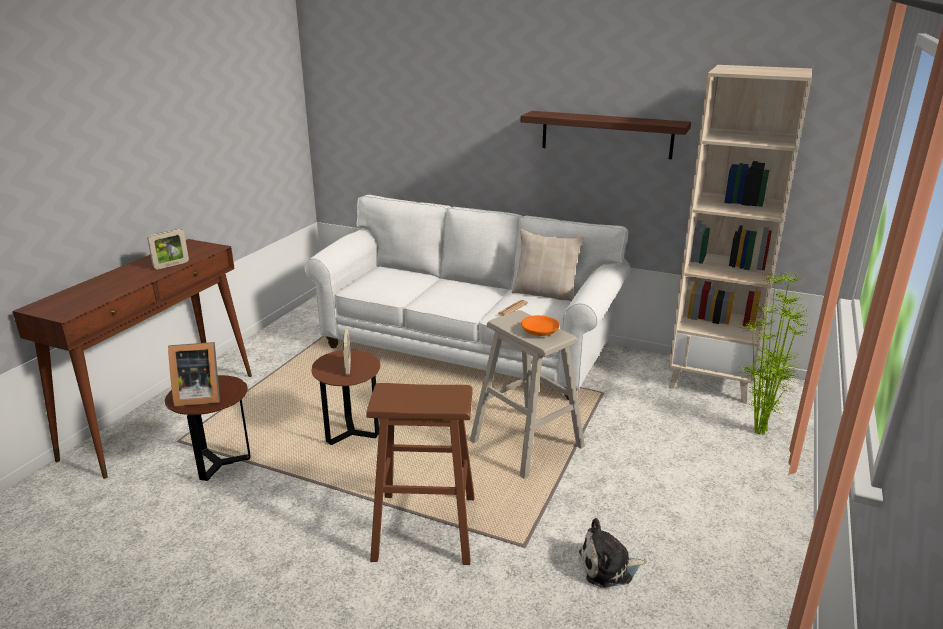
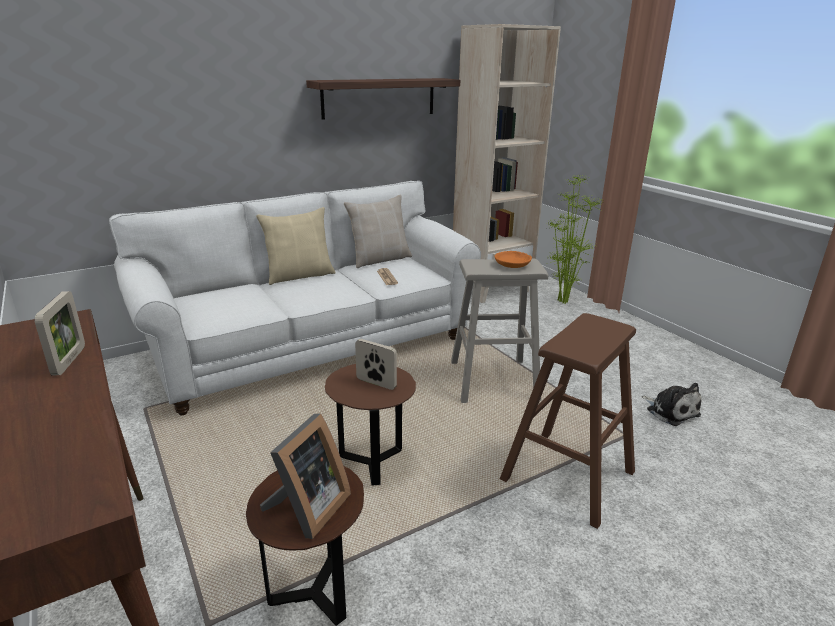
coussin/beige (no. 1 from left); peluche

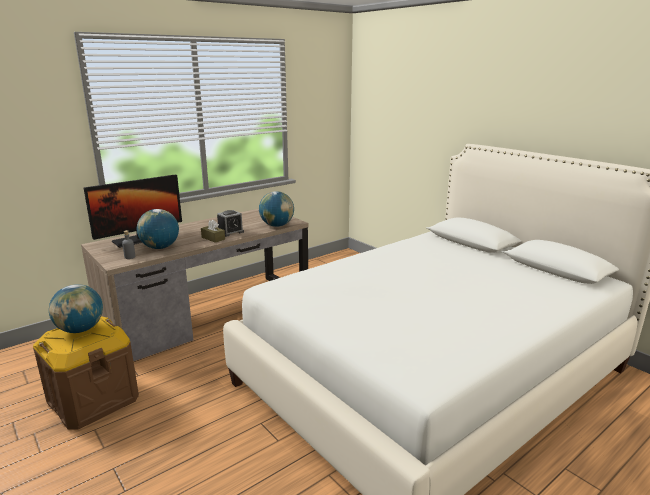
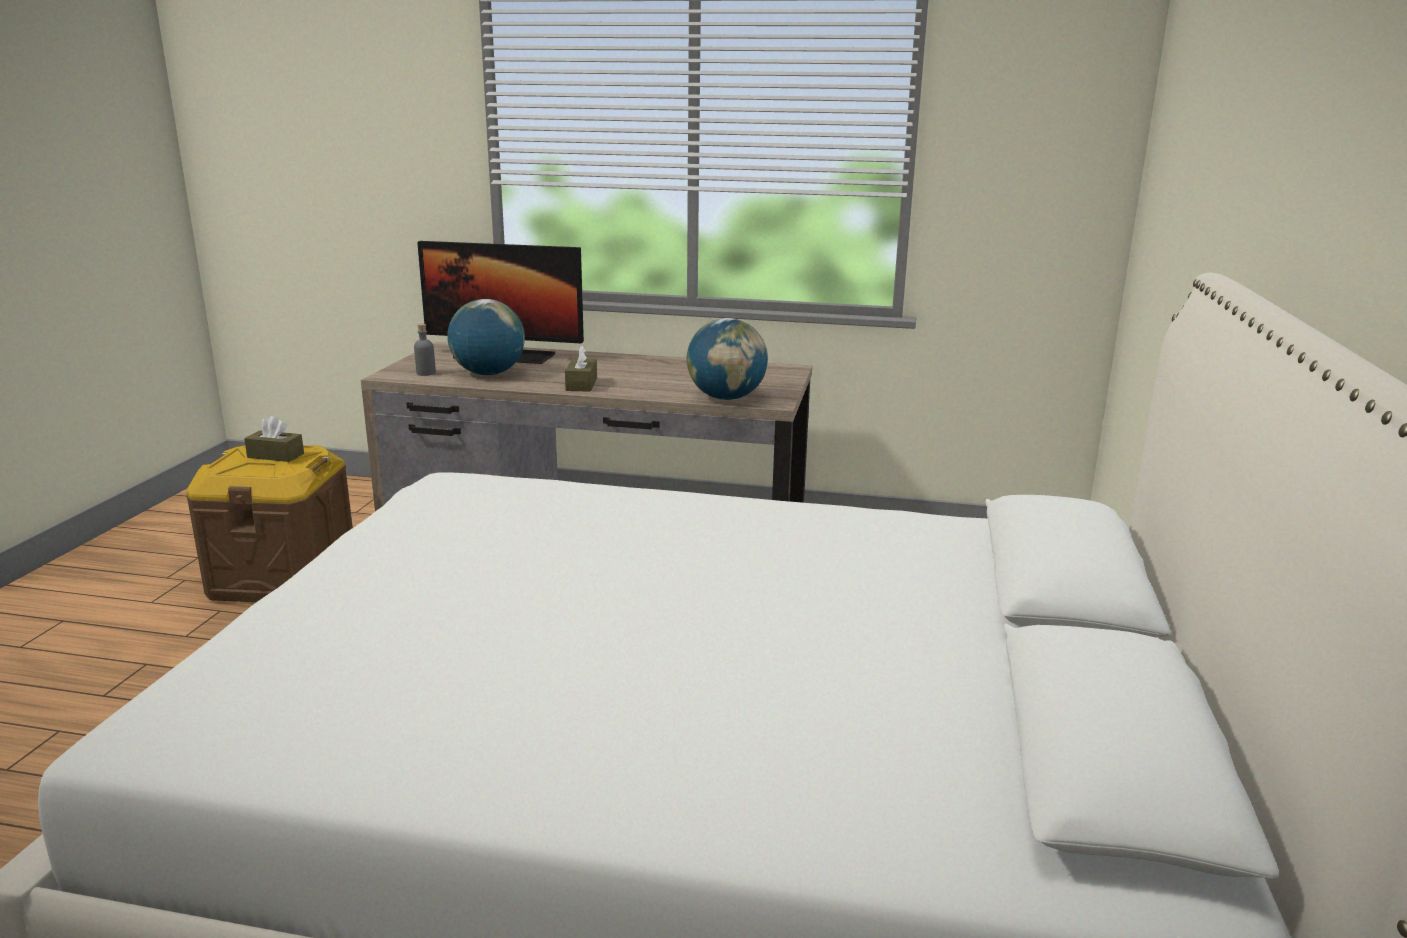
réveil; boîte à mouchoirs/marron (no. 1 from left)

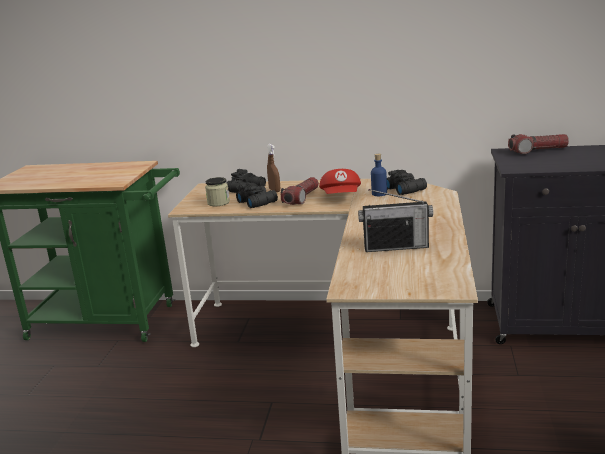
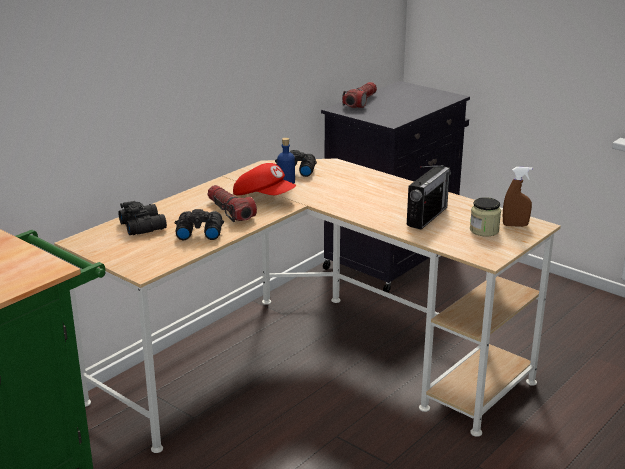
bocal; vaporisateur/marron

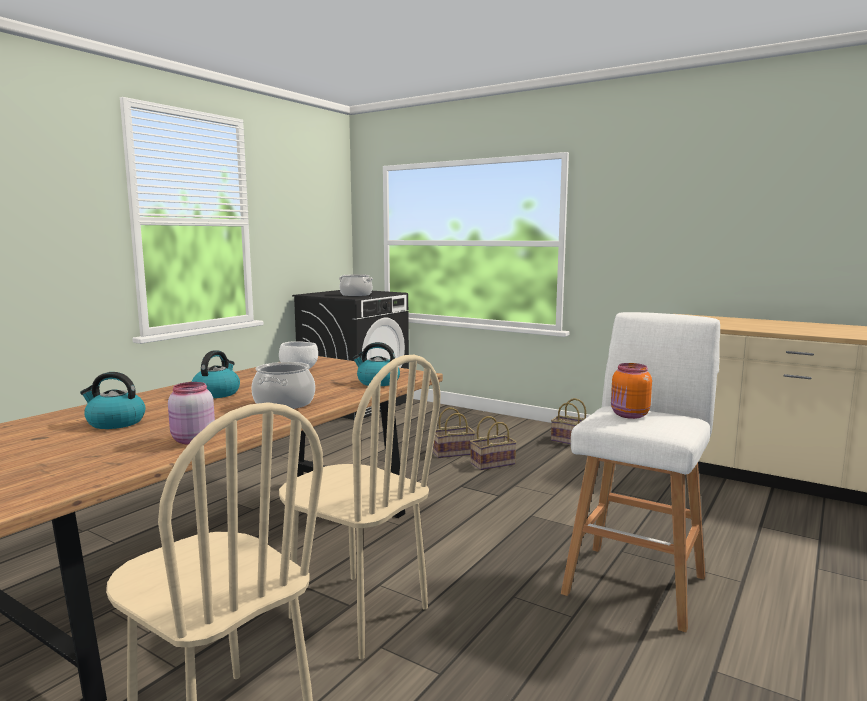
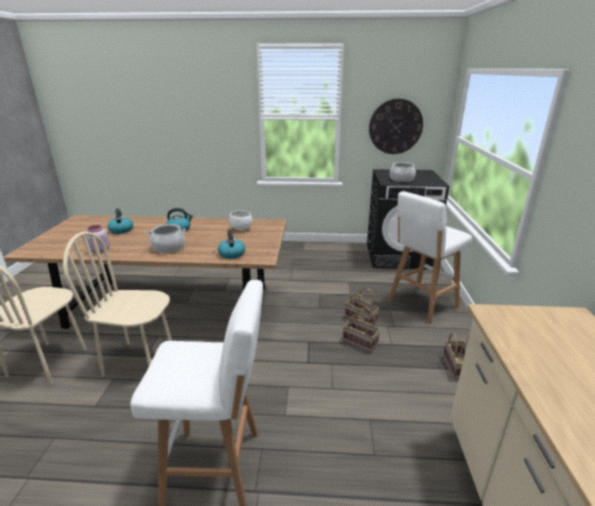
bocal/orange; horloge murale; tabouret/blanc (no. 2 from left); chaise/beige (no. 2 from left)

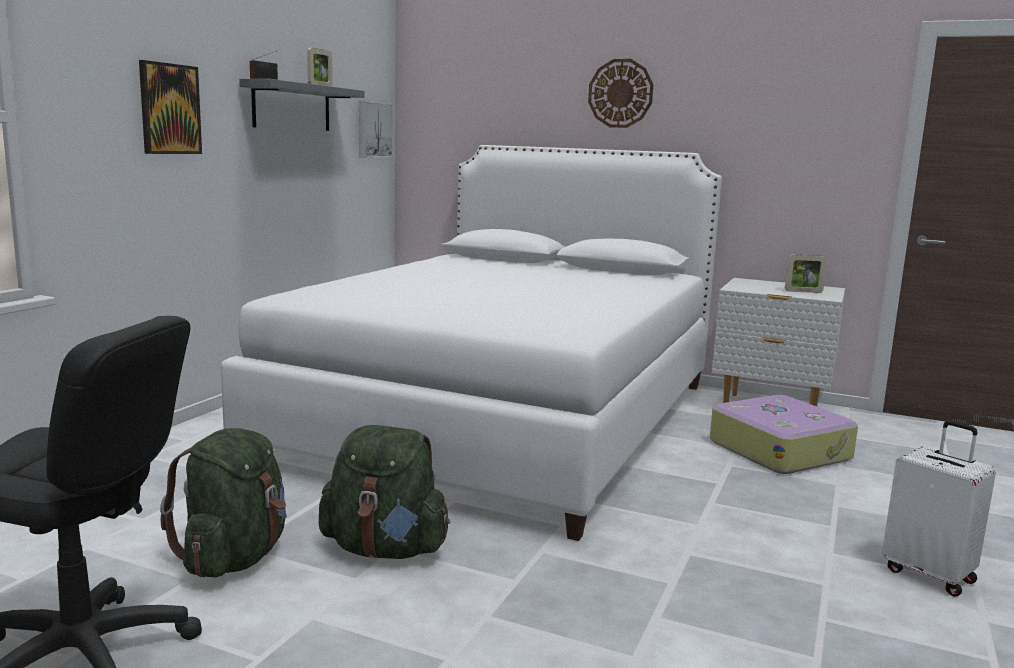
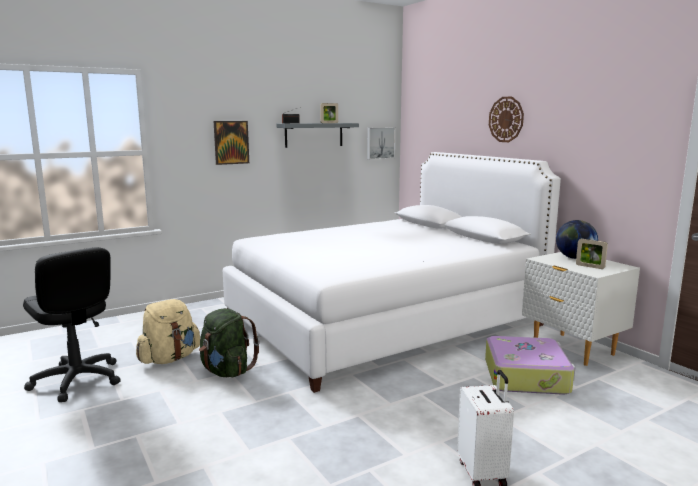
globe; sac à dos/beige

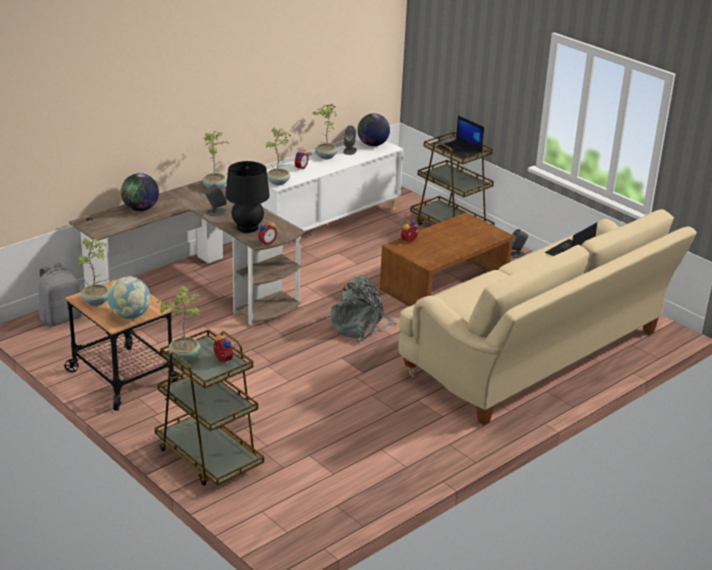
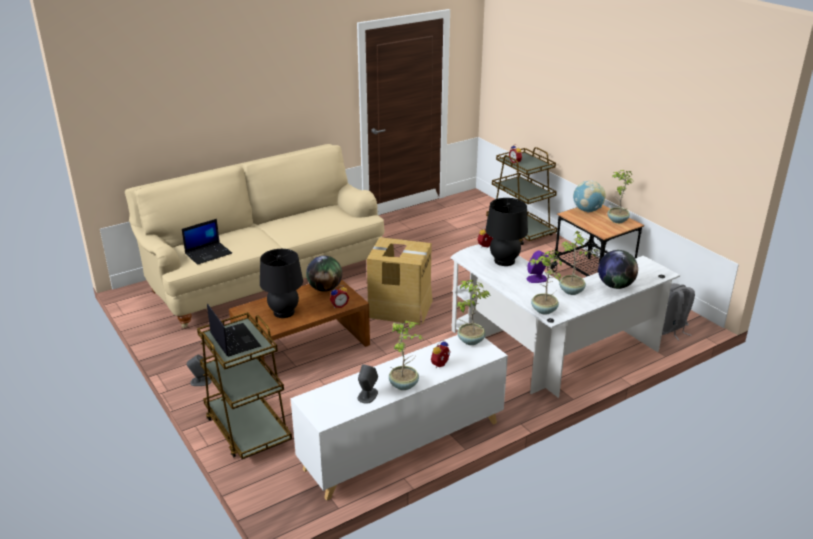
lampe de table/noir (no. 1 from left); plante en pot (no. 4 from left); globe (no. 1 from left); carton; bureau/blanc; enceinte/violet

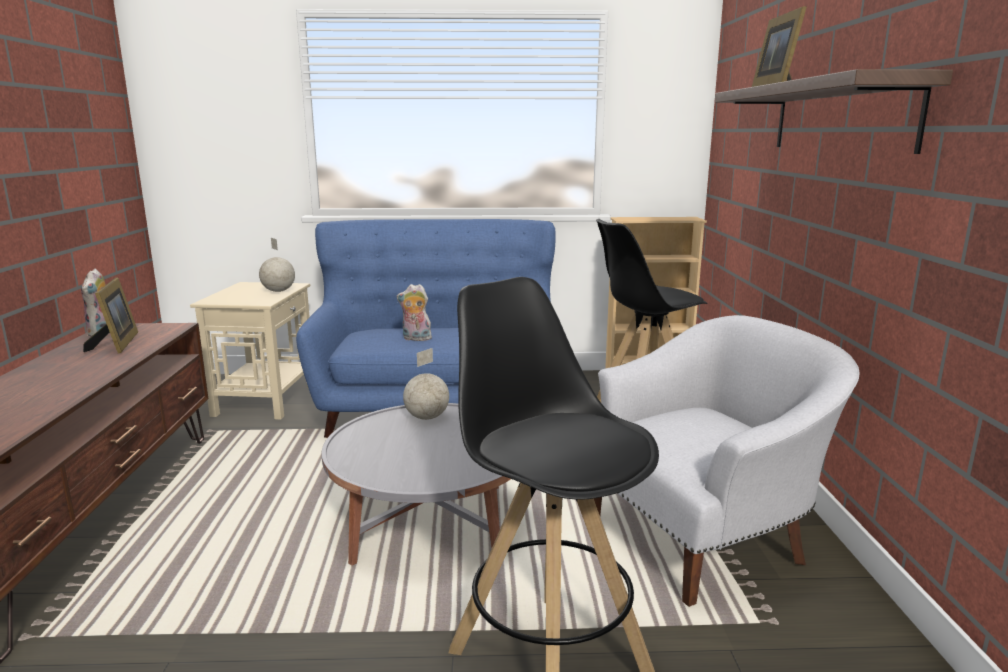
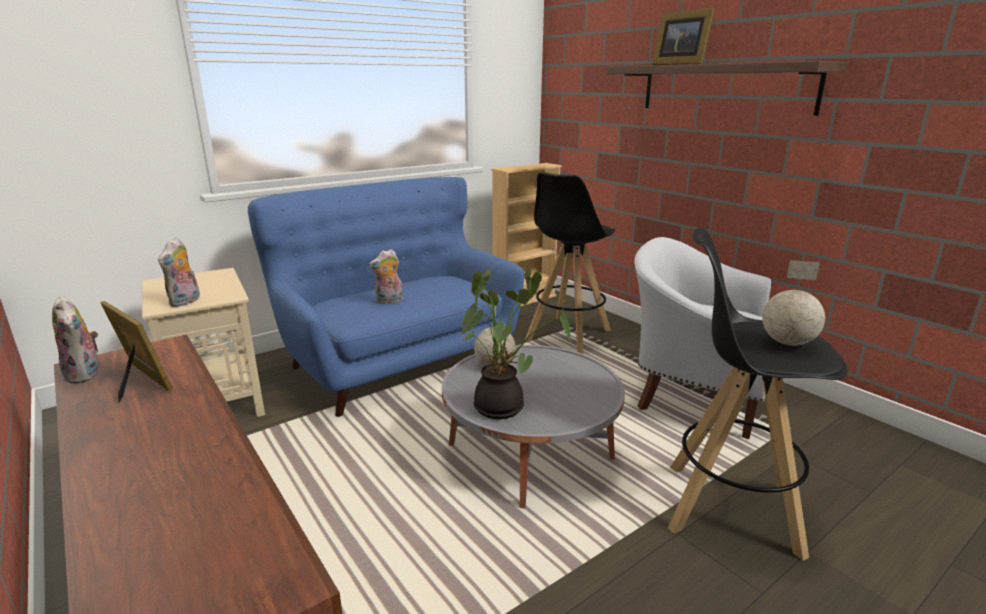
peluche (no. 2 from left); plante en pot; globe (no. 2 from left); fauteuil/blanc

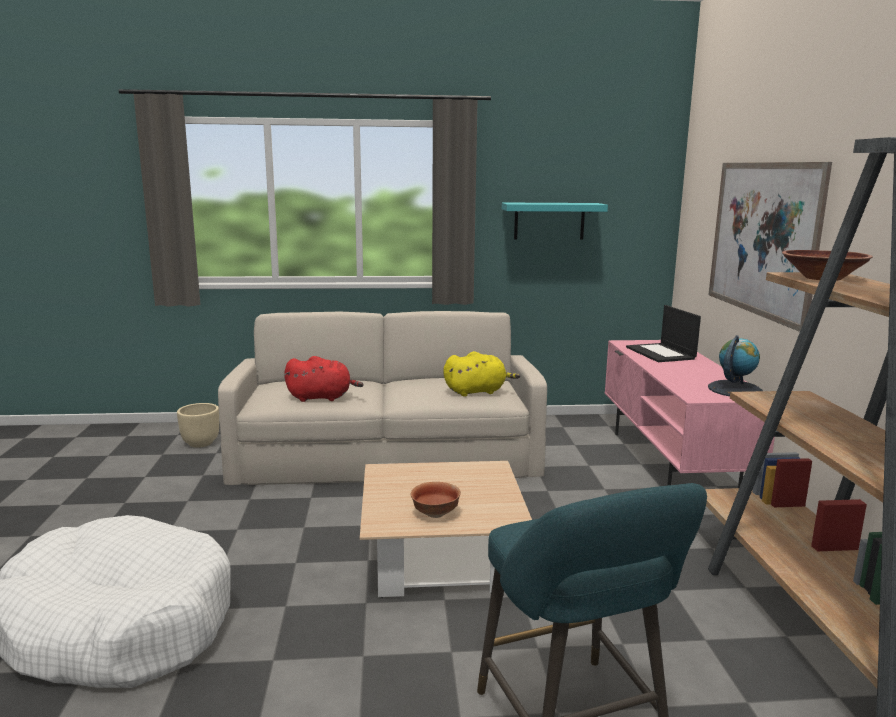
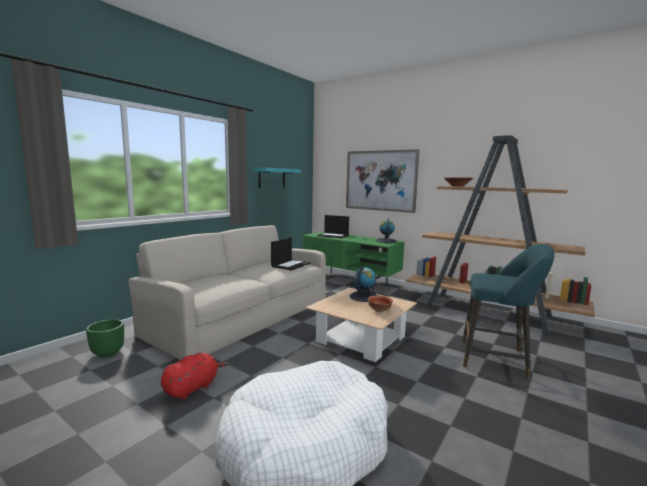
globe (no. 1 from left); peluche/rouge; ordinateur portable (no. 1 from left); cache-pot/vert; meuble télé/vert

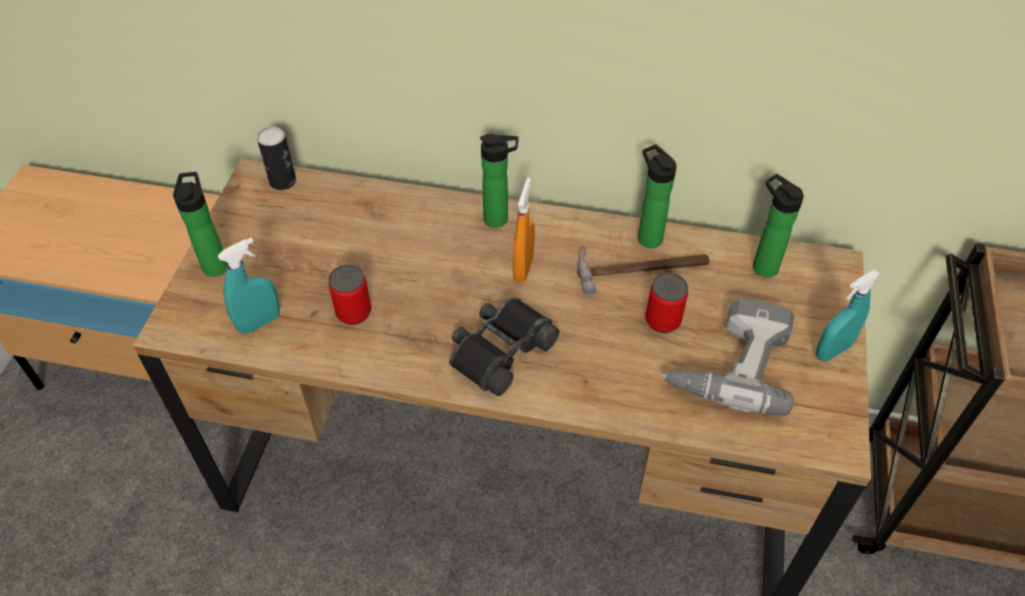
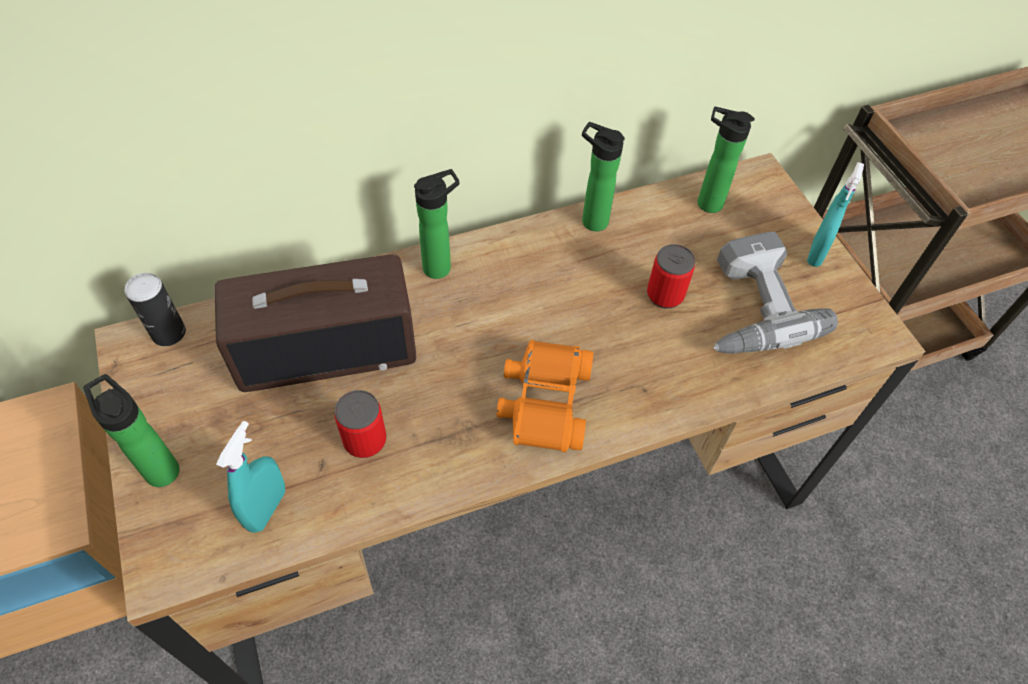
vaporisateur/orange; marteau; radio; jumelles/orange

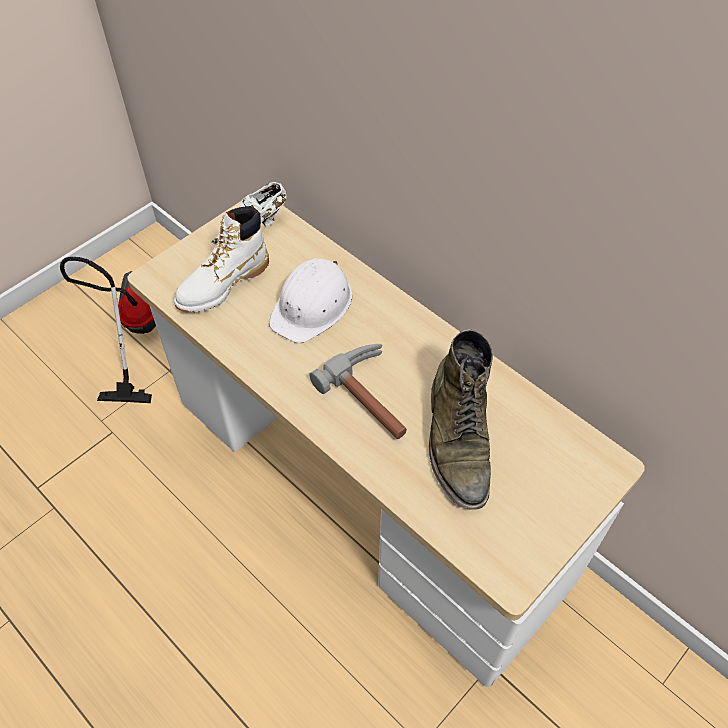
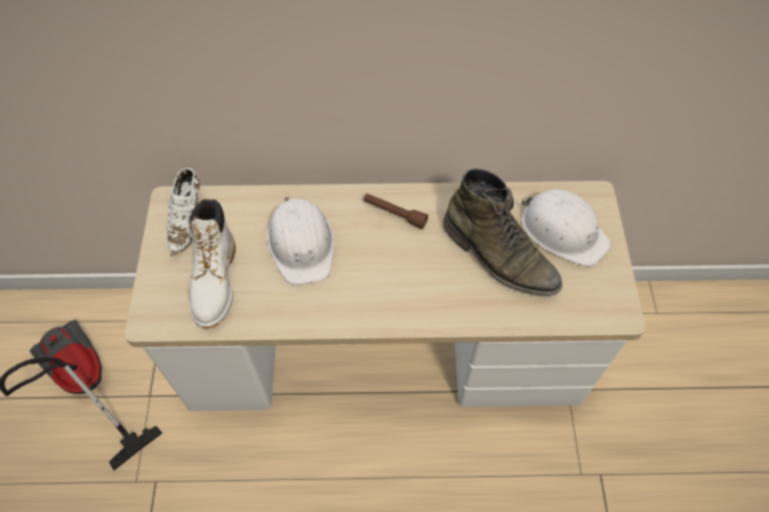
marteau; lampe de poche/marron; casque de chantier/blanc (no. 2 from left)

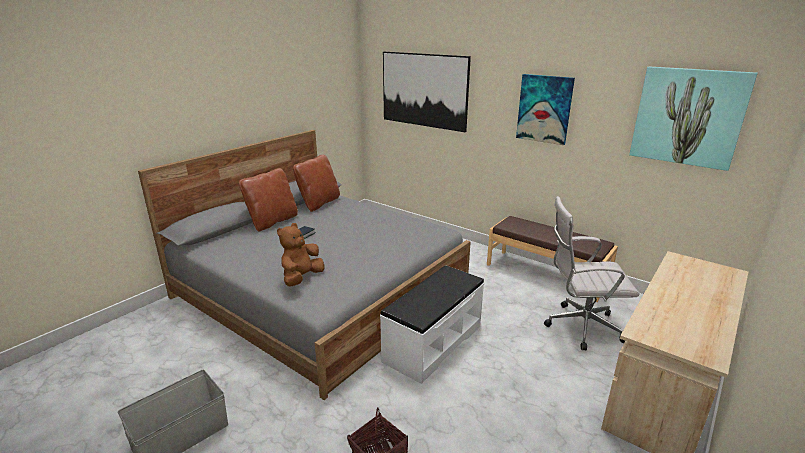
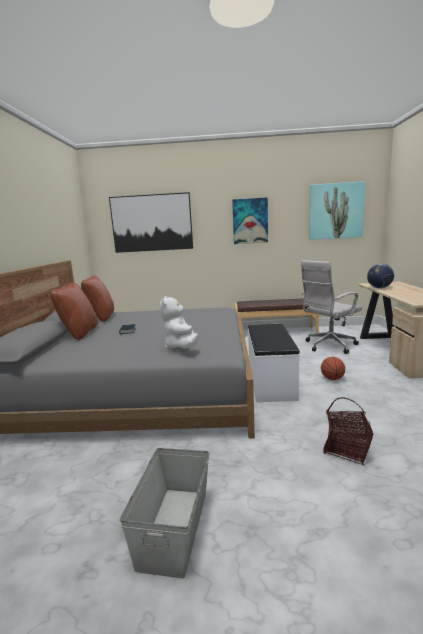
ballon de basket; globe; peluche/blanc

